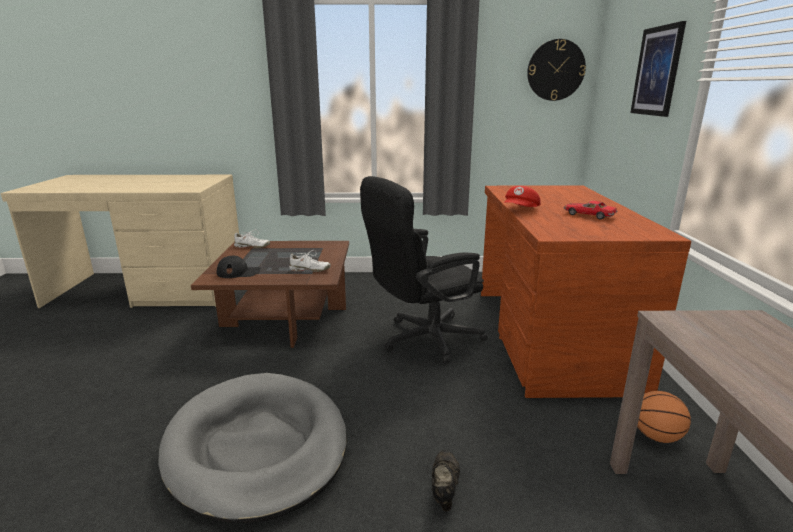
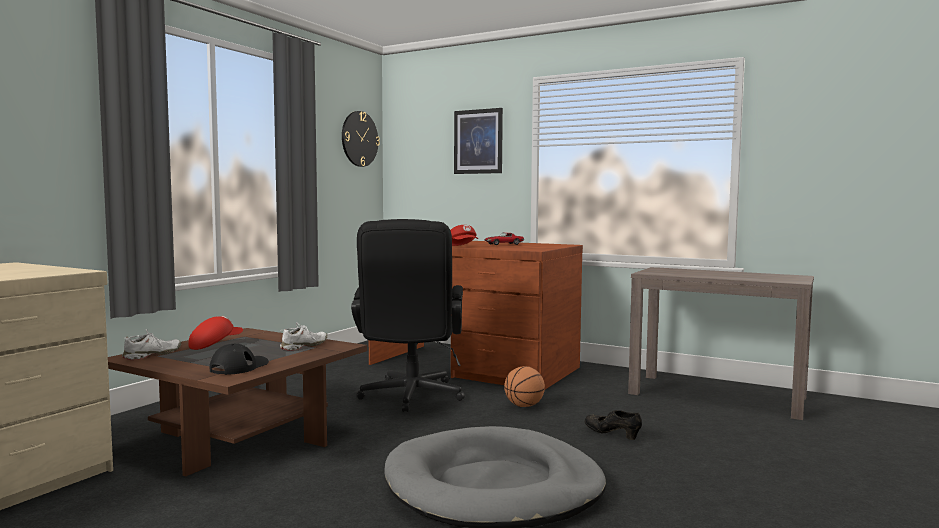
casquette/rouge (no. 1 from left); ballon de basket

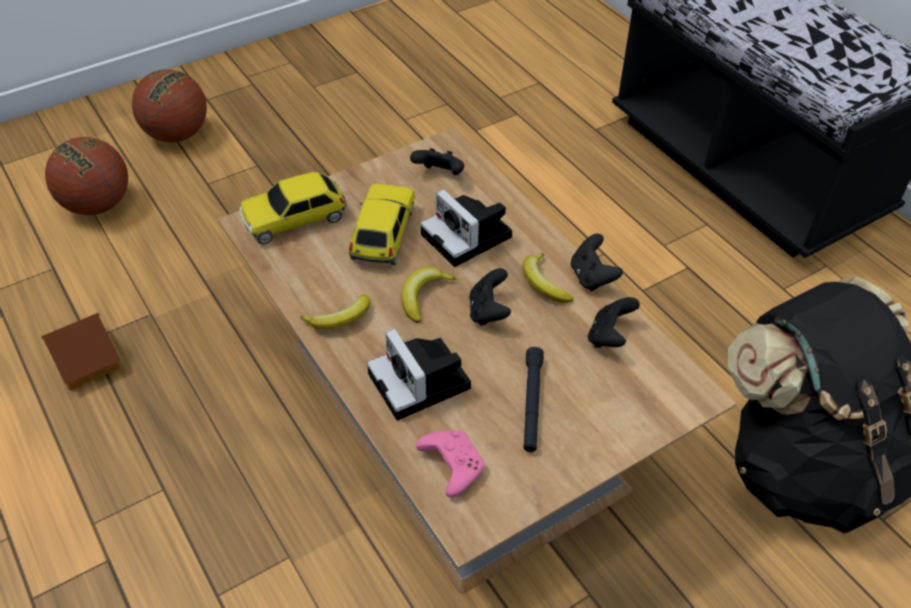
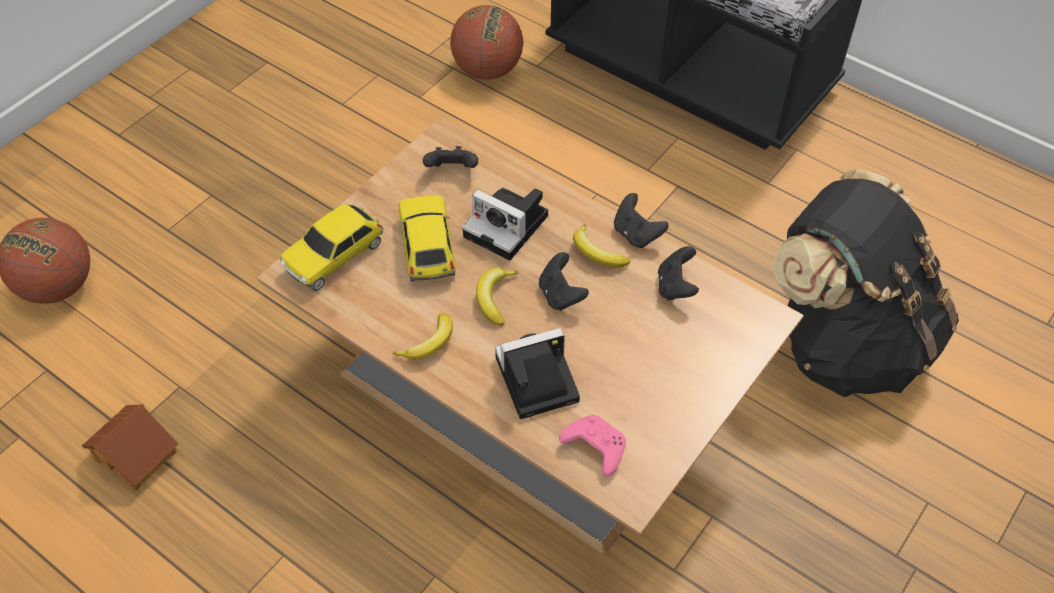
lampe de poche/noir; ballon de basket (no. 2 from left); appareil photo (no. 2 from left)

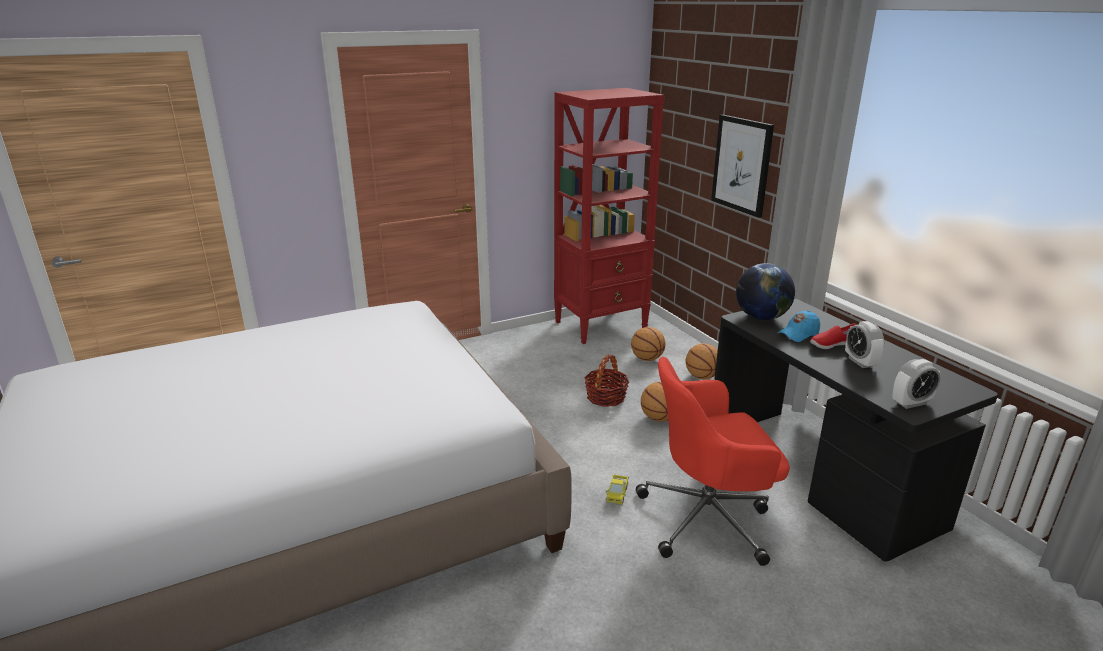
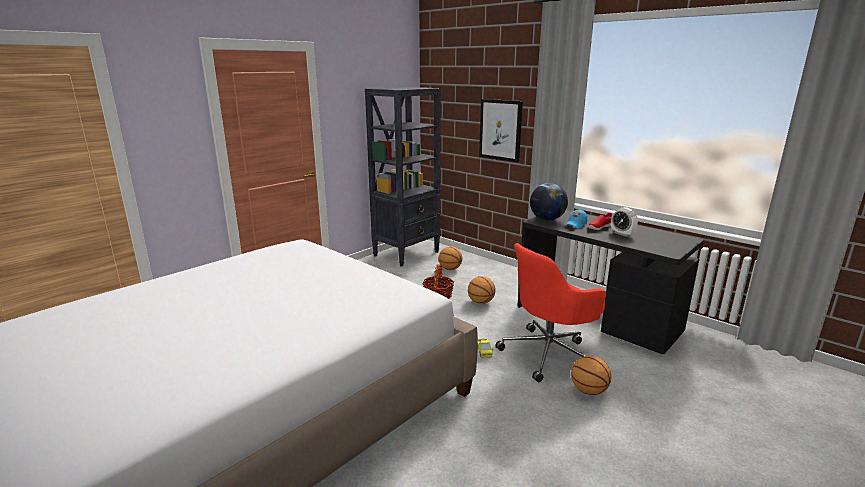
réveil (no. 2 from left in the first image); ballon de basket (no. 3 from left); bibliothèque/noir

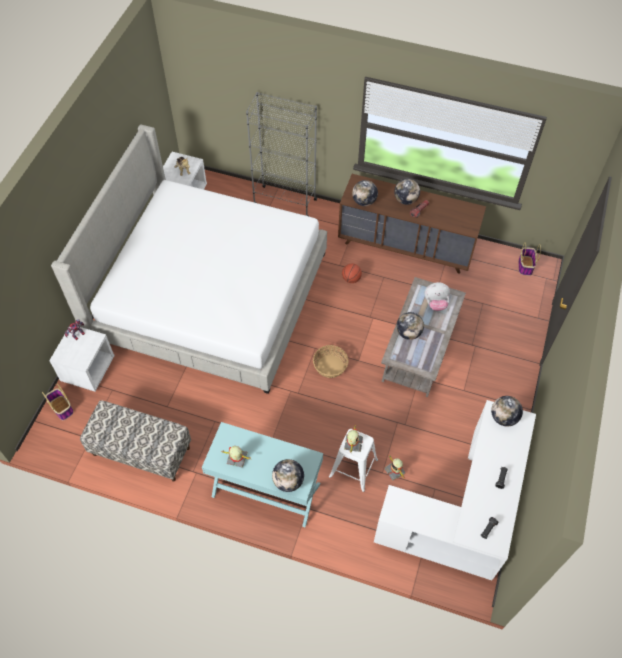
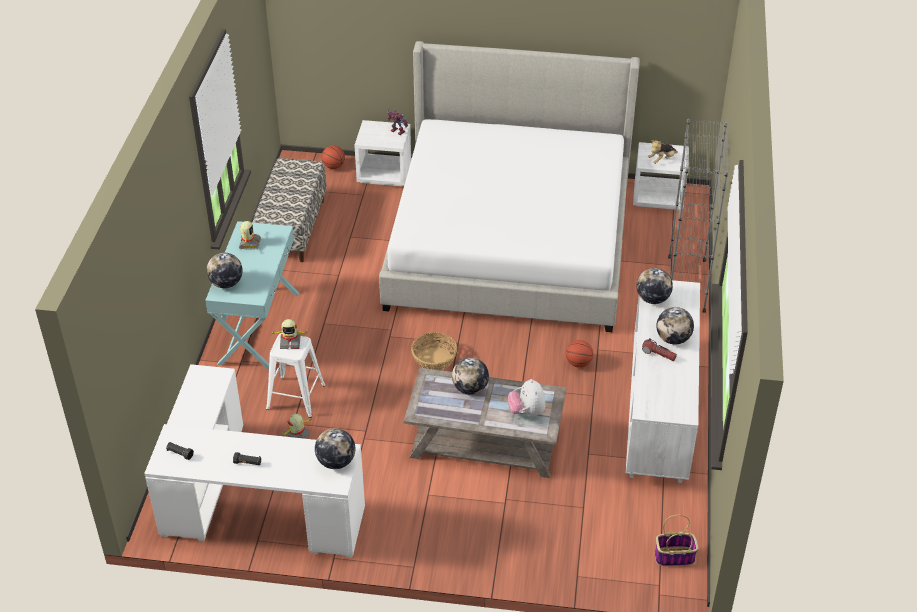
ballon de basket (no. 1 from left); commode/blanc

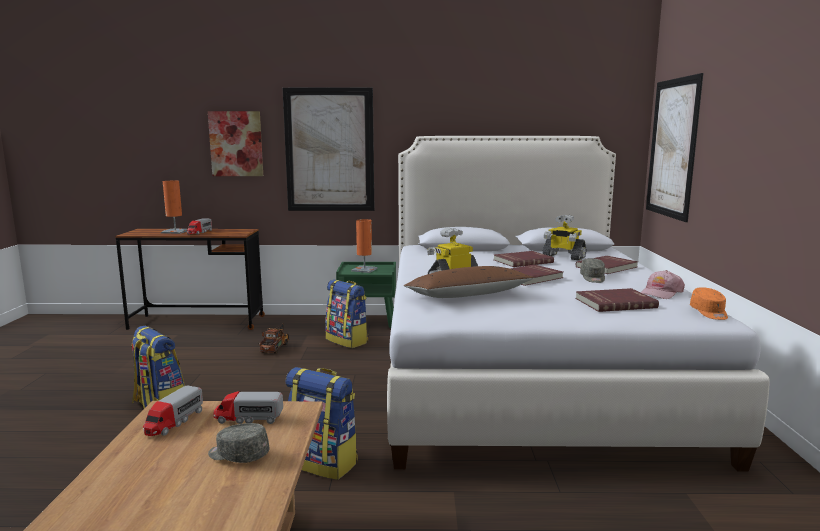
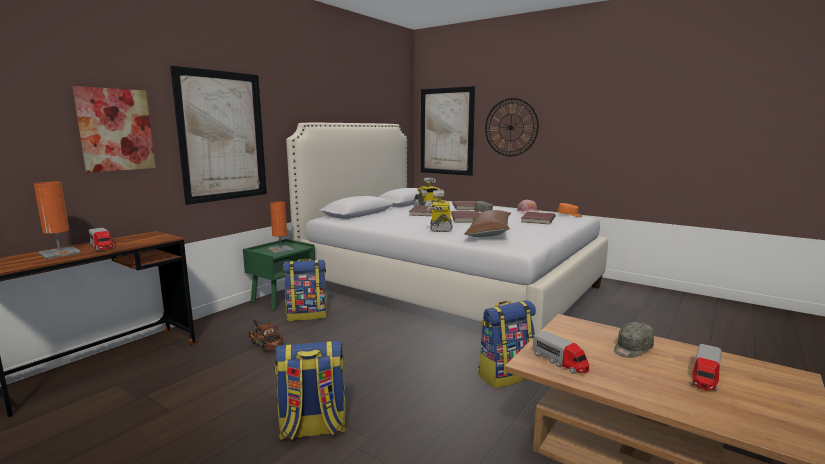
horloge murale; camion jouet (no. 4 from left)

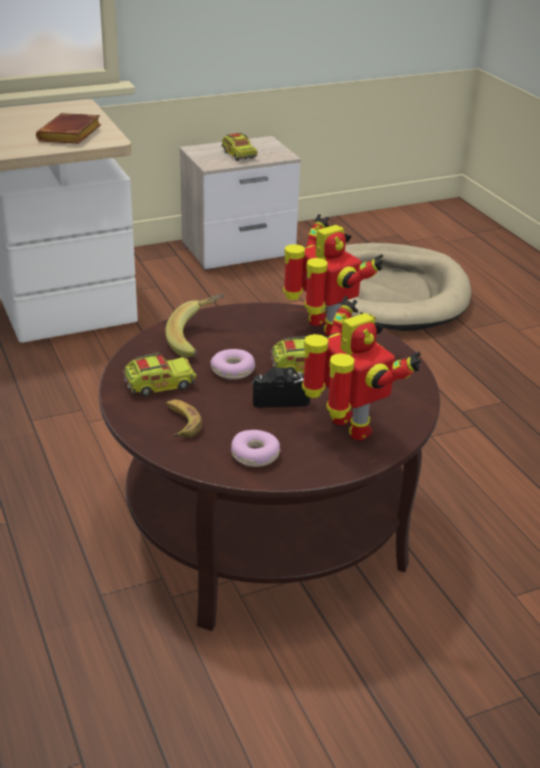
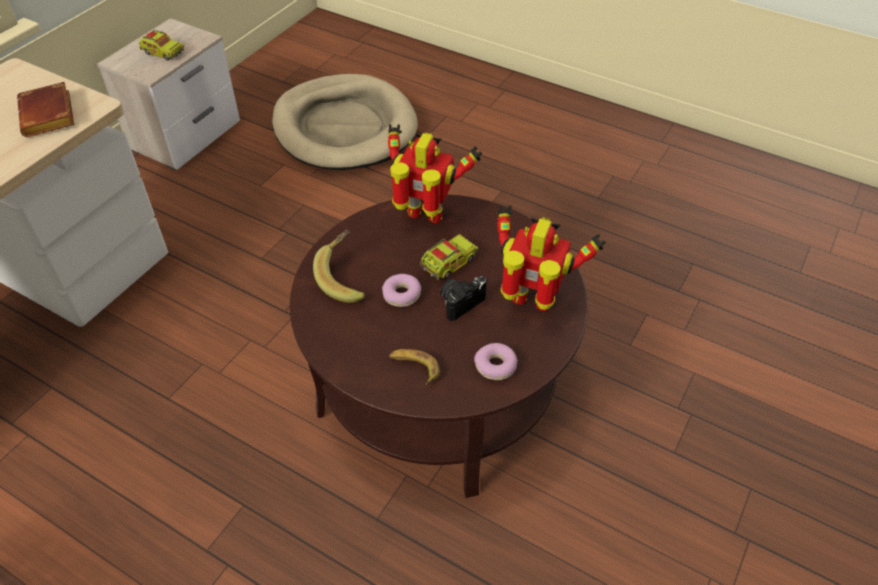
camion jouet (no. 1 from left in the first image)

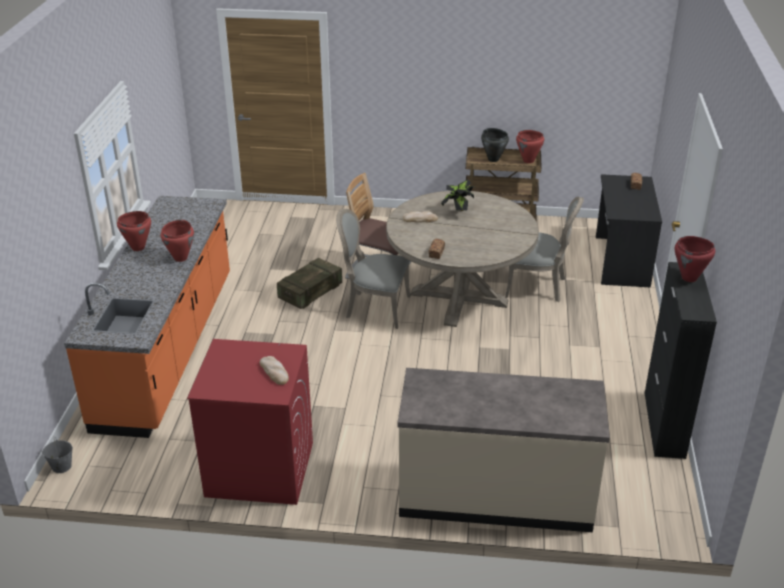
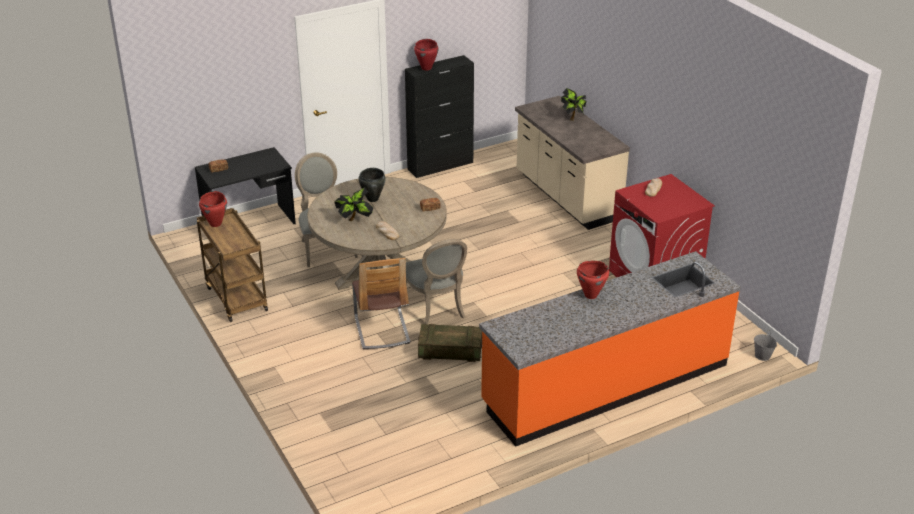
marmite/rouge (no. 1 from left in the first image); plante en pot (no. 2 from left); marmite/noir

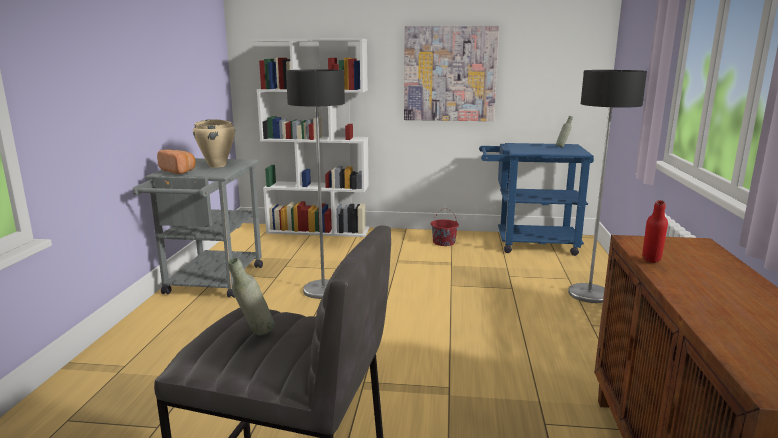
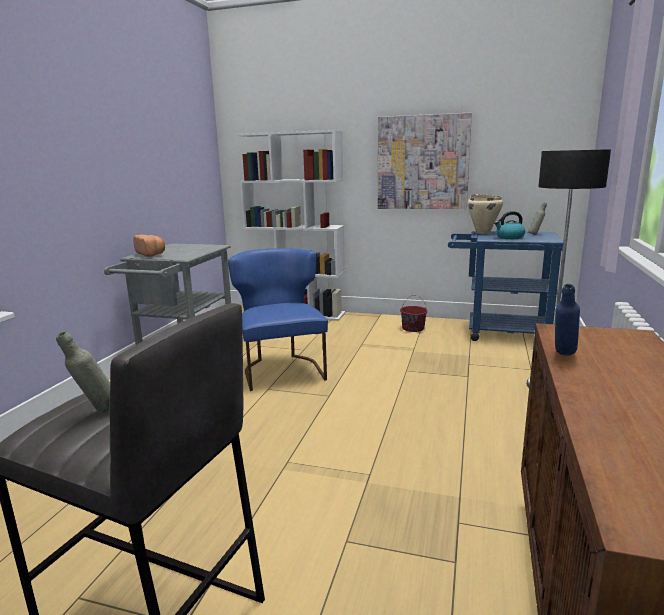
bouilloire; marmite/beige; chaise/bleu; bouteille/bleu

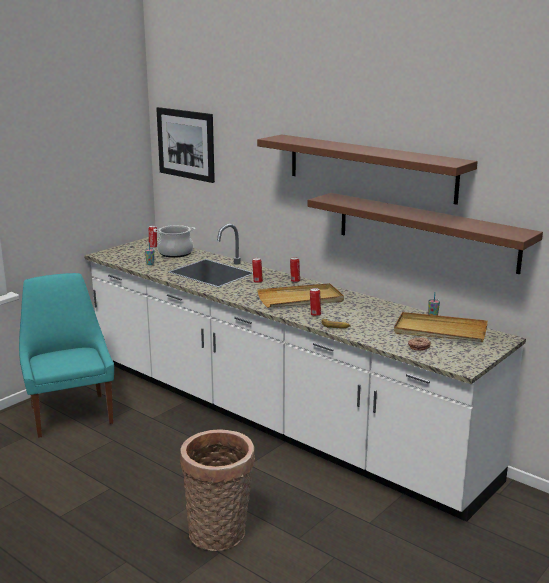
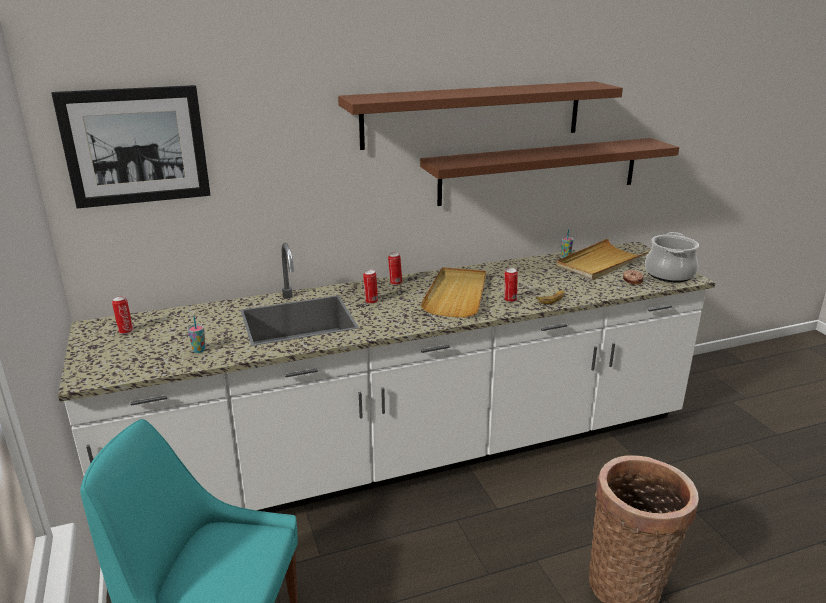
marmite

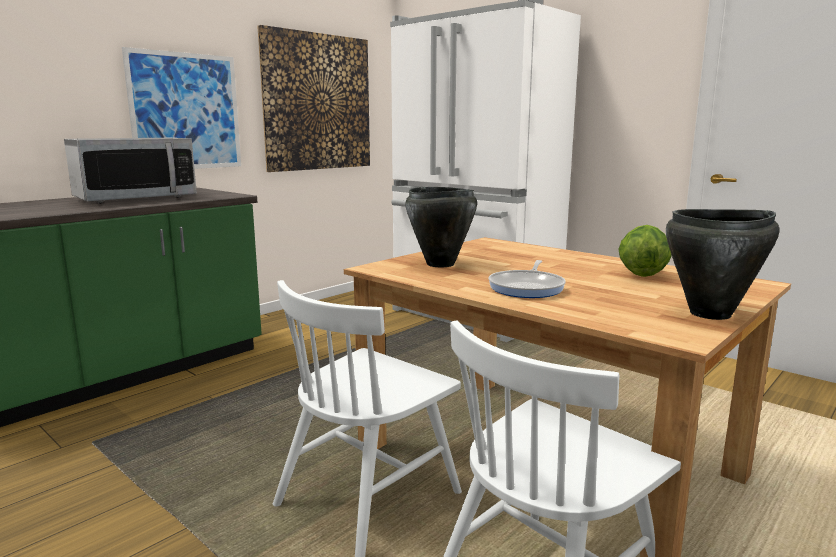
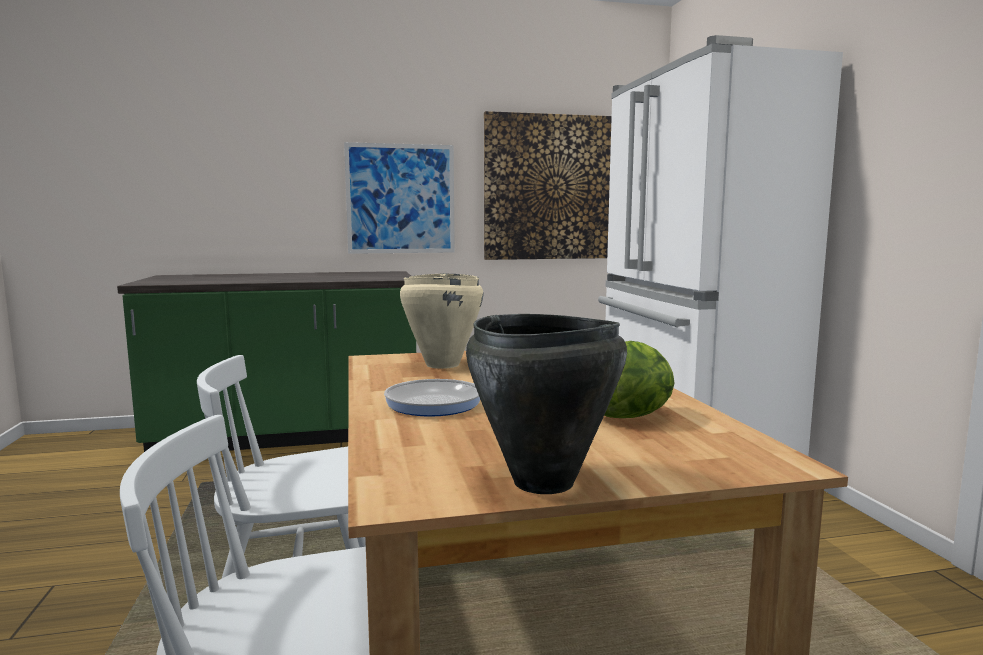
micro-ondes; marmite/beige

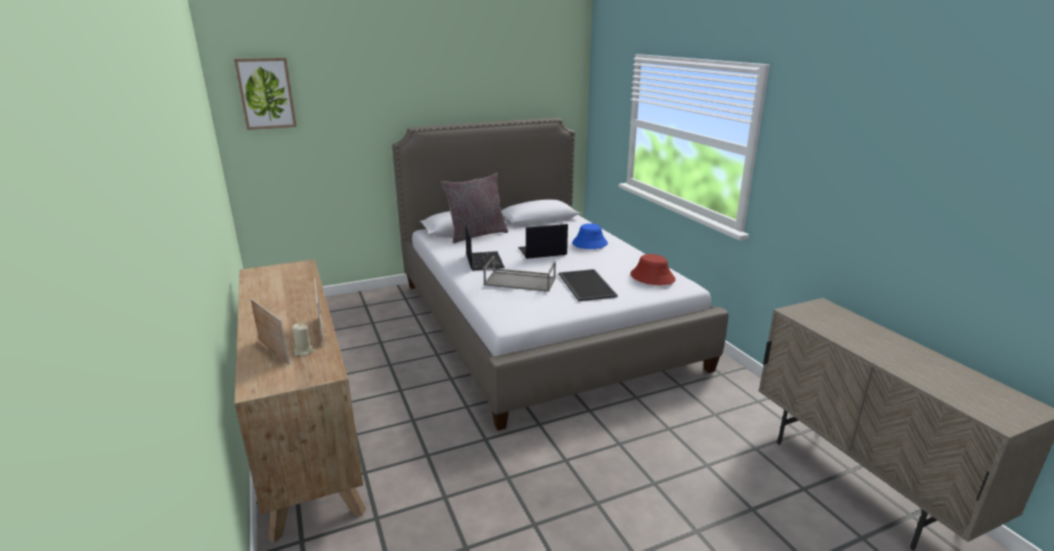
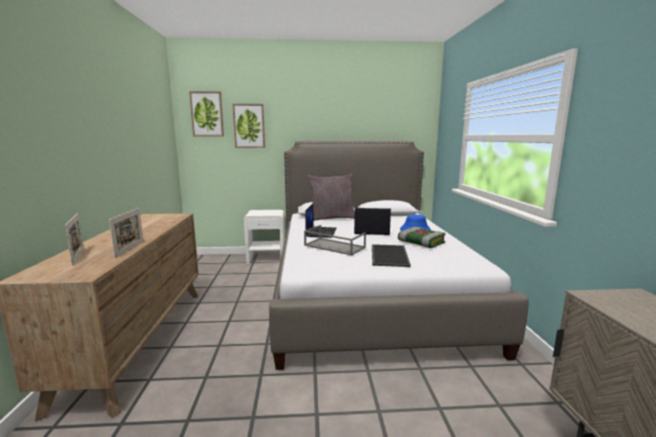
bougie/beige; chapeau/rouge; tableau (no. 2 from left); table de chevet/blanc; livre

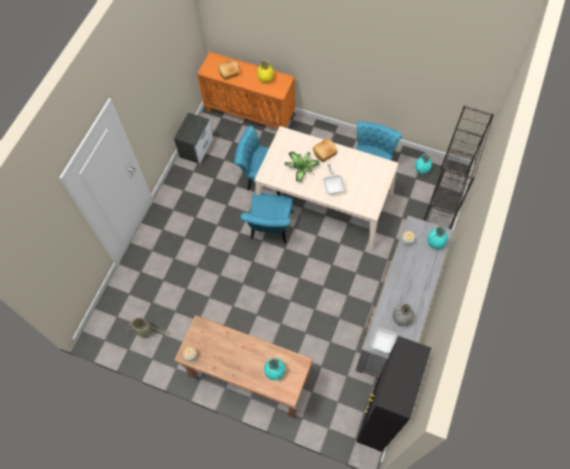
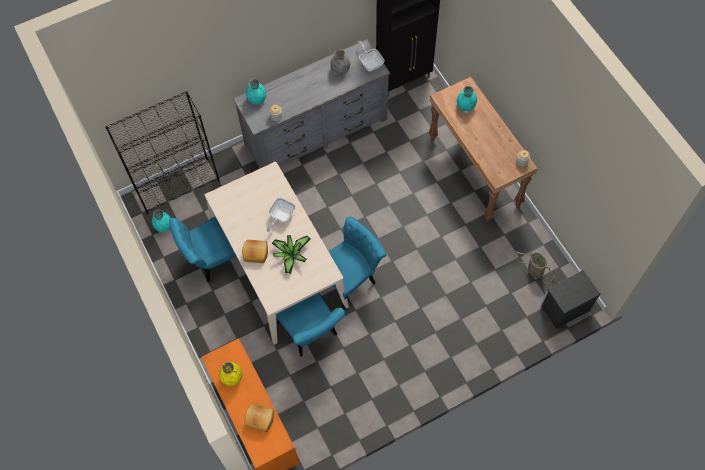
table de chevet

